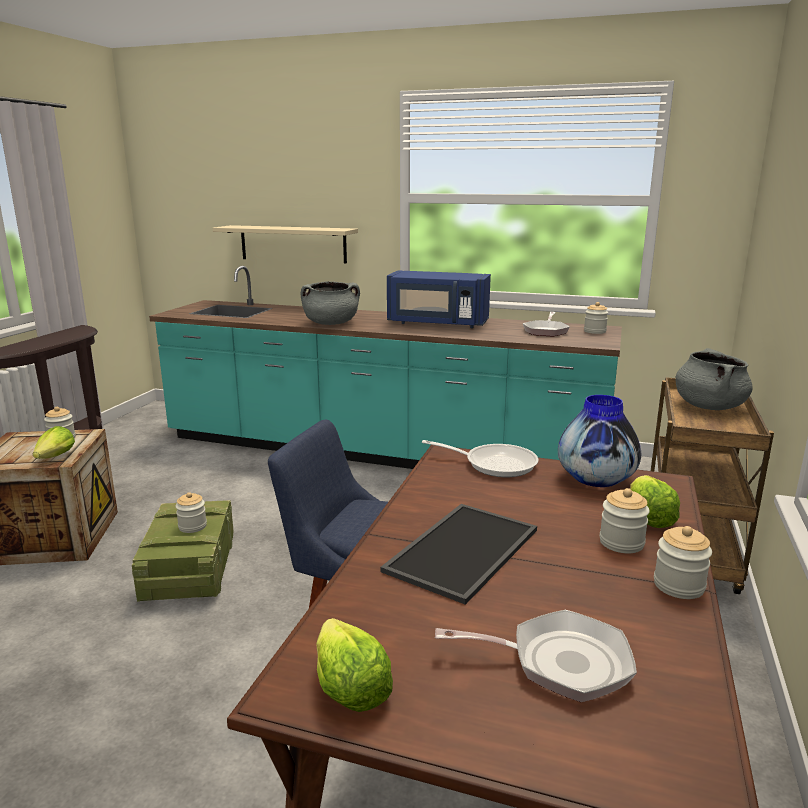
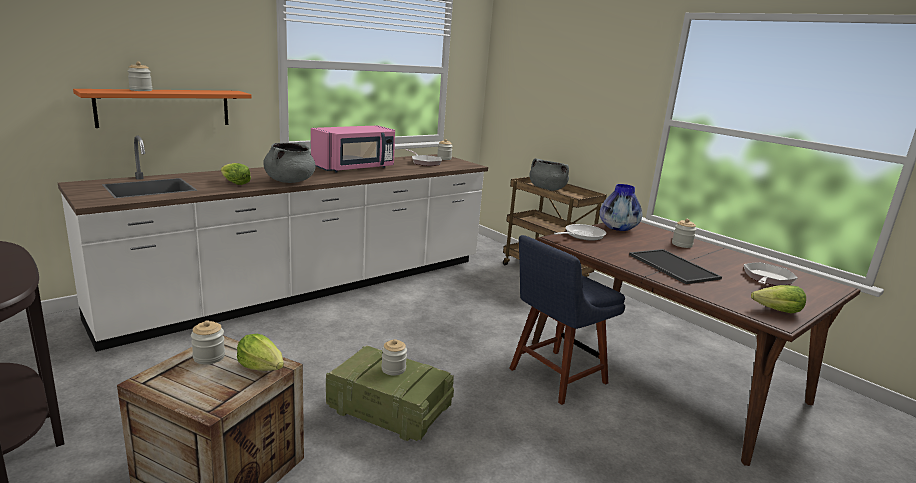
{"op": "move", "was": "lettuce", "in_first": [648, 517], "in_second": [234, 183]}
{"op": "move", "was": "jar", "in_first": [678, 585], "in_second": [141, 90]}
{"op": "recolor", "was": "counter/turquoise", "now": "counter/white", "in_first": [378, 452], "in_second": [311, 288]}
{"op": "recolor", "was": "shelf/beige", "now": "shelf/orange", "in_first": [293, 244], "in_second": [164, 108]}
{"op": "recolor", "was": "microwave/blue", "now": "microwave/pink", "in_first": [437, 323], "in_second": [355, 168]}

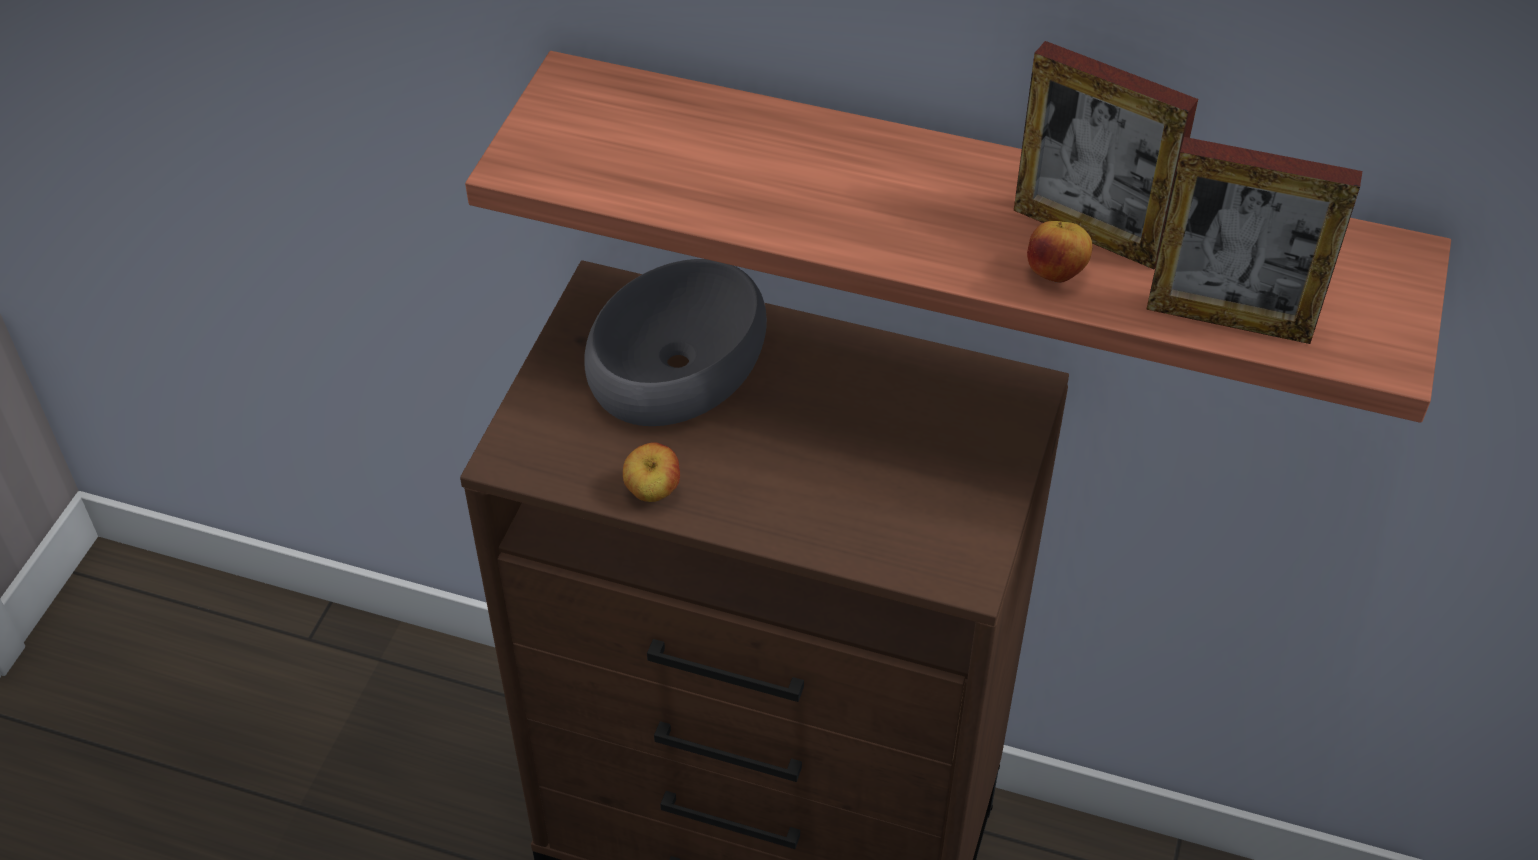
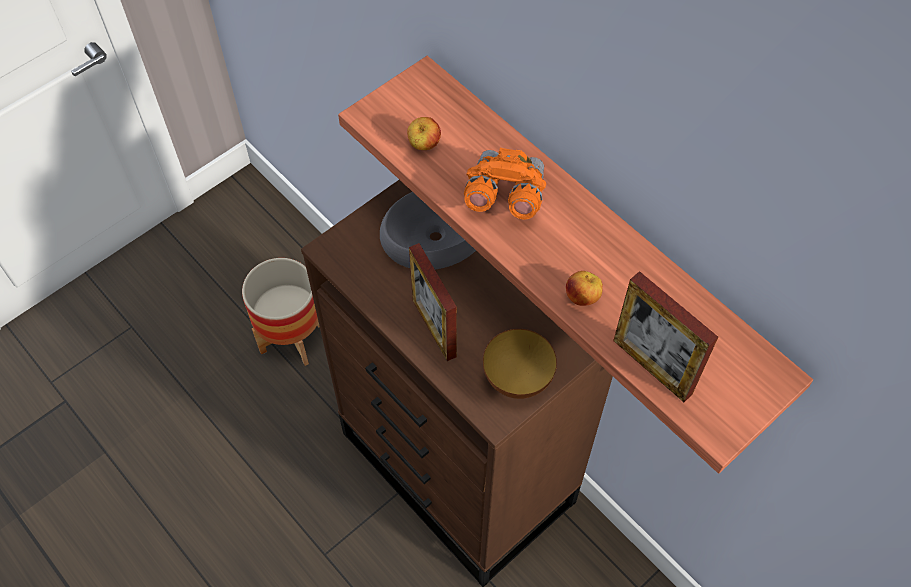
{"op": "insert", "now": "planter", "in_second": [291, 337]}
{"op": "insert", "now": "binoculars/orange", "in_second": [504, 196]}
{"op": "insert", "now": "bowl", "in_second": [517, 379]}
{"op": "move", "was": "apple", "in_first": [652, 492], "in_second": [424, 145]}
{"op": "move", "was": "picture frame", "in_first": [1087, 233], "in_second": [434, 328]}

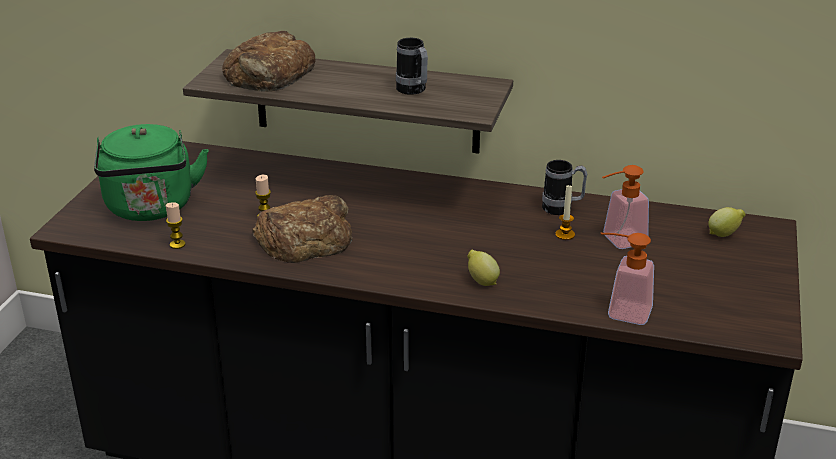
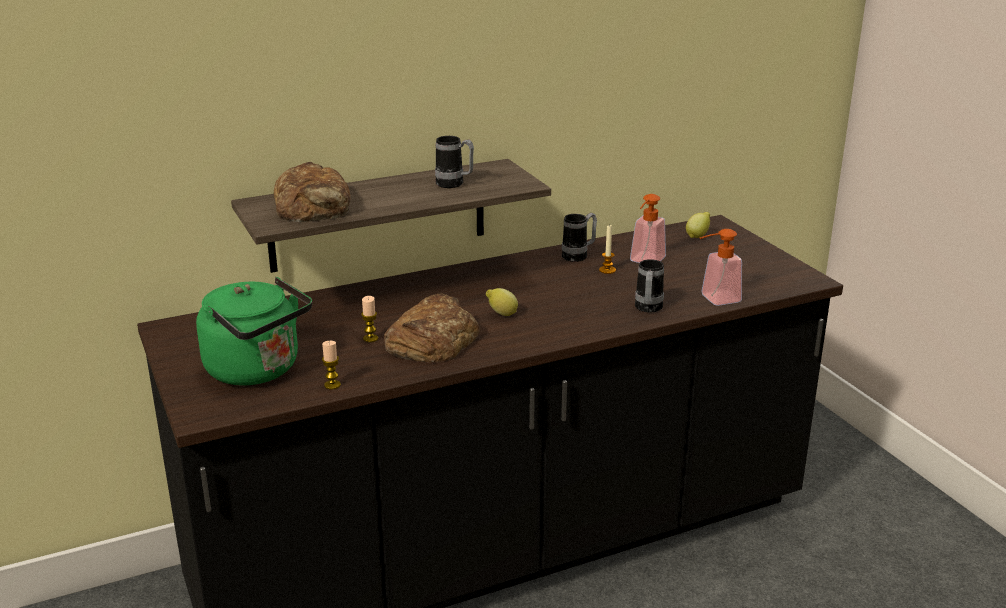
{"op": "insert", "now": "mug", "in_second": [647, 309]}
{"op": "move", "was": "lemon", "in_first": [481, 281], "in_second": [501, 314]}

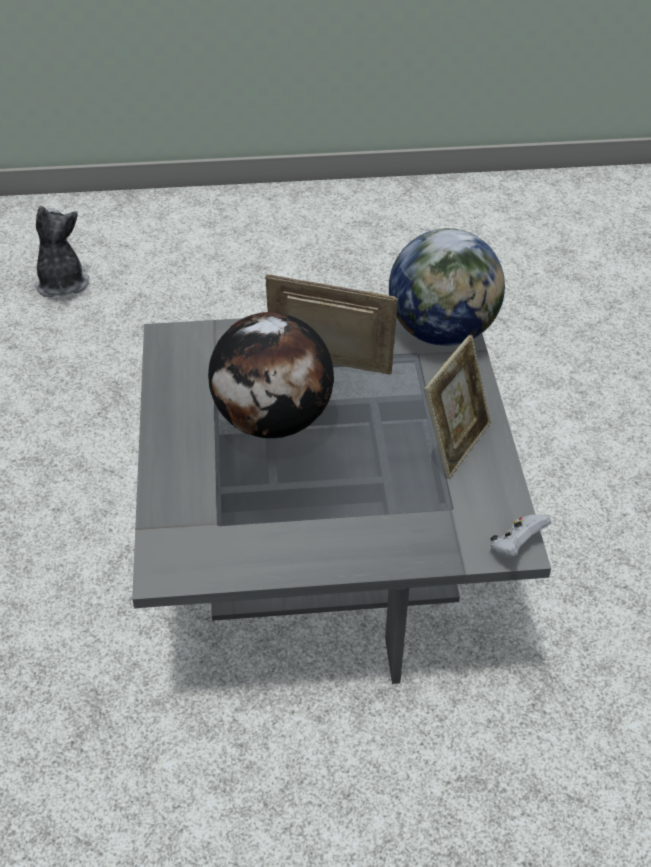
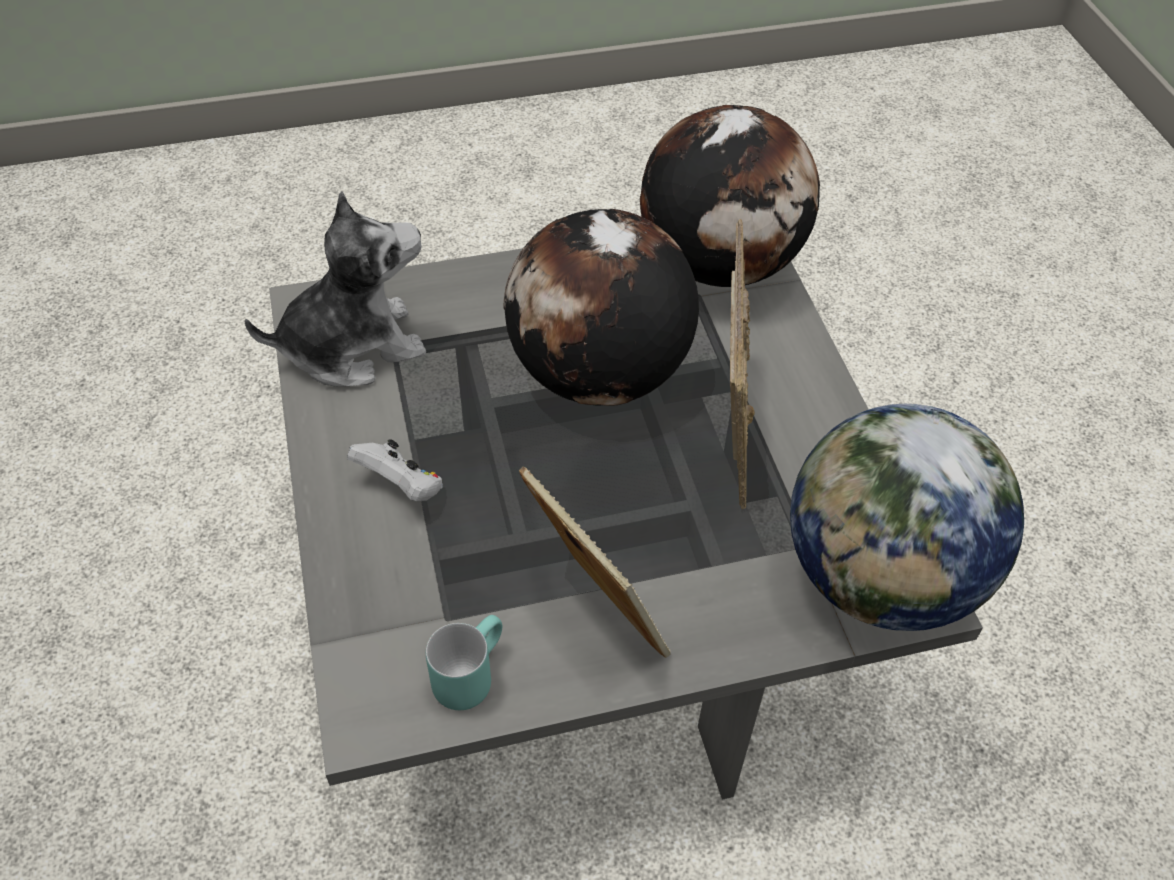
{"op": "insert", "now": "mug/turquoise", "in_second": [467, 673]}
{"op": "insert", "now": "globe", "in_second": [721, 264]}
{"op": "move", "was": "plush toy", "in_first": [62, 282], "in_second": [353, 346]}
{"op": "move", "was": "game controller/white", "in_first": [515, 547], "in_second": [401, 487]}
{"op": "rotate", "was": "picture frame", "in_first": [454, 443], "in_second": [595, 614], "clockwise": -150}

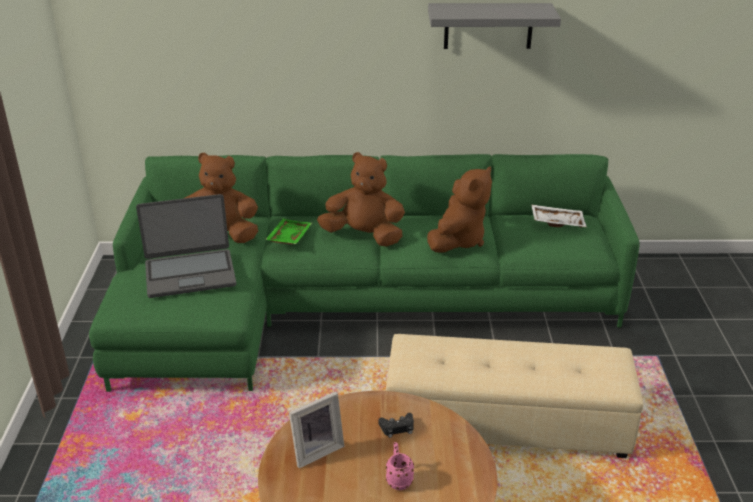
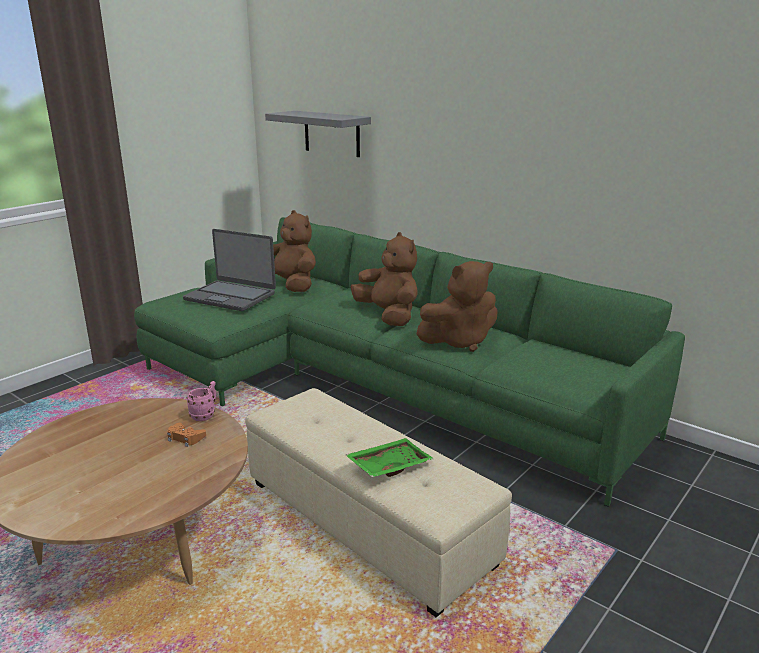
{"op": "delete", "was": "picture frame", "in_first": [316, 450]}
{"op": "delete", "was": "tray/white", "in_first": [557, 222]}
{"op": "move", "was": "tray/green", "in_first": [288, 238], "in_second": [388, 466]}
{"op": "move", "was": "mug/pink", "in_first": [398, 479], "in_second": [205, 415]}
{"op": "move", "was": "shelf/grey", "in_first": [488, 26], "in_second": [331, 133]}
{"op": "recolor", "was": "game controller/black", "now": "game controller/orange", "in_first": [397, 428], "in_second": [185, 438]}

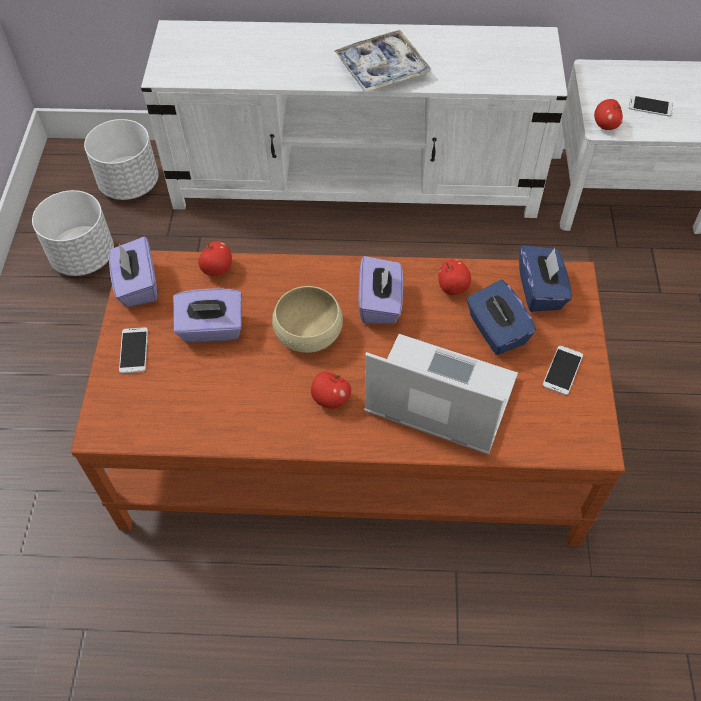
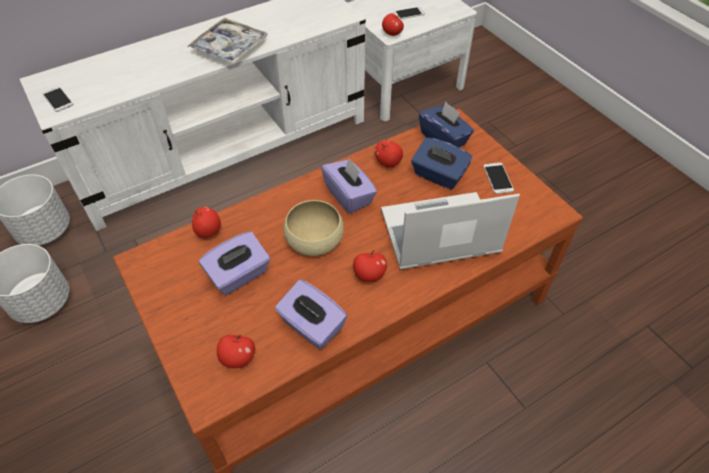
{"op": "insert", "now": "apple", "in_second": [238, 358]}
{"op": "move", "was": "tissue box/purple", "in_first": [137, 285], "in_second": [311, 326]}
{"op": "move", "was": "phone", "in_first": [134, 350], "in_second": [58, 99]}

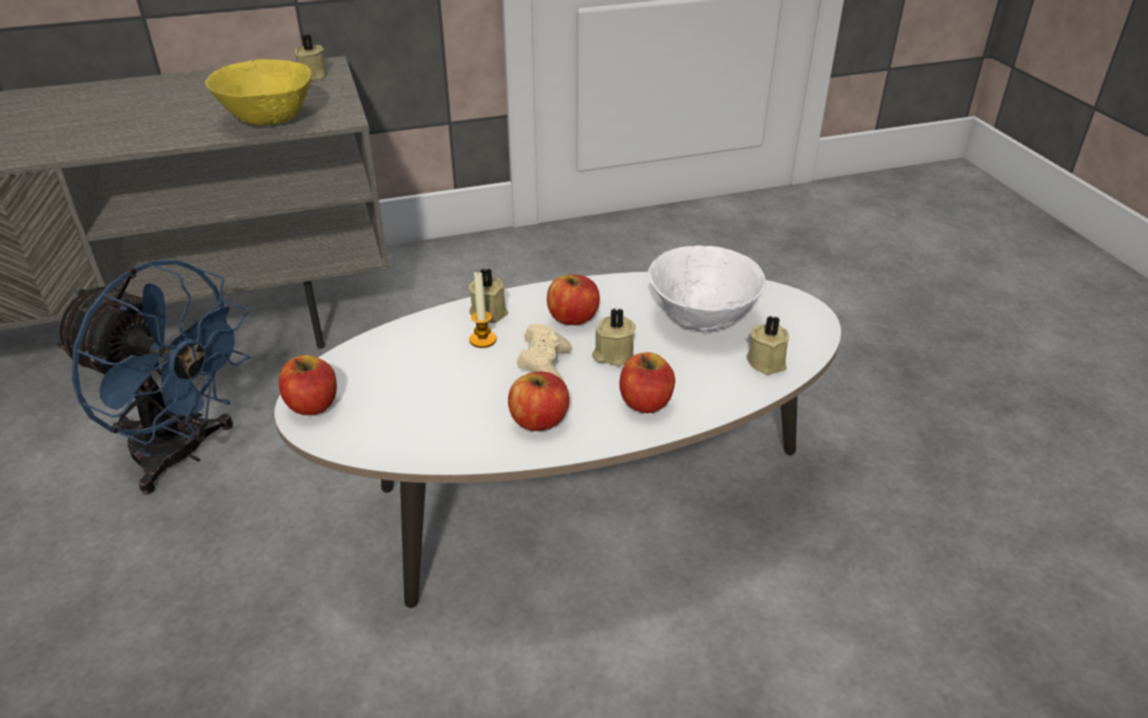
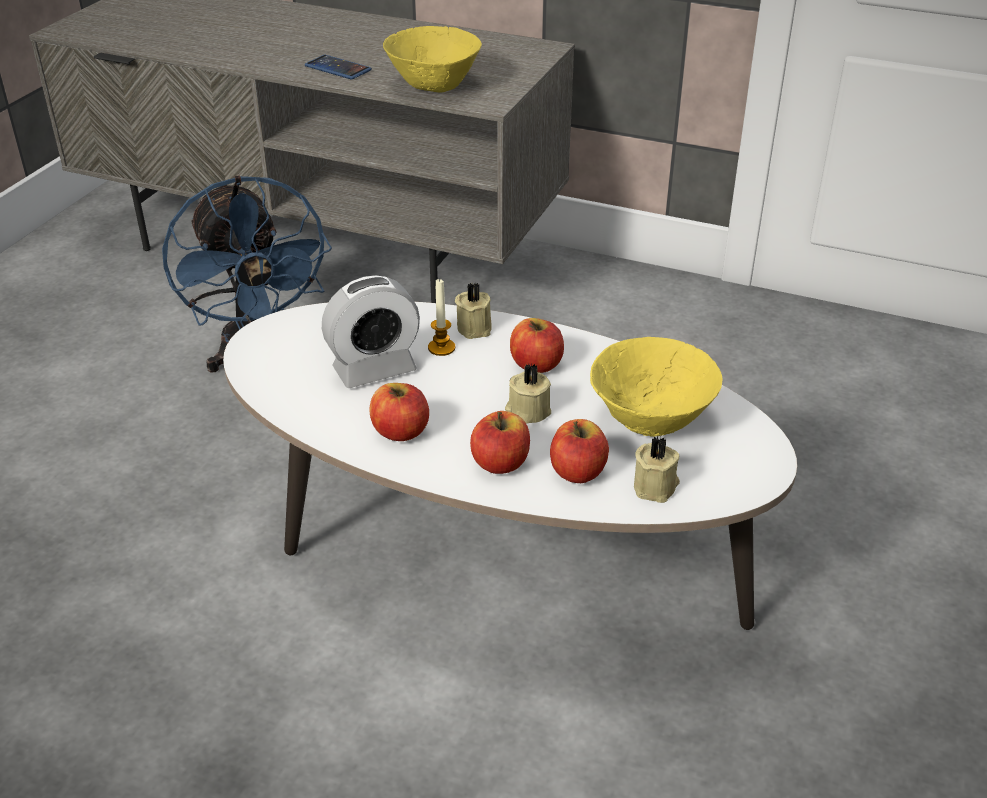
{"op": "delete", "was": "candle/beige", "in_first": [311, 76]}
{"op": "delete", "was": "game controller/beige", "in_first": [545, 368]}
{"op": "insert", "now": "phone", "in_second": [338, 68]}
{"op": "insert", "now": "alarm clock", "in_second": [374, 369]}
{"op": "move", "was": "apple", "in_first": [313, 405], "in_second": [578, 472]}
{"op": "recolor", "was": "bowl/white", "now": "bowl/yellow", "in_first": [701, 318], "in_second": [650, 420]}

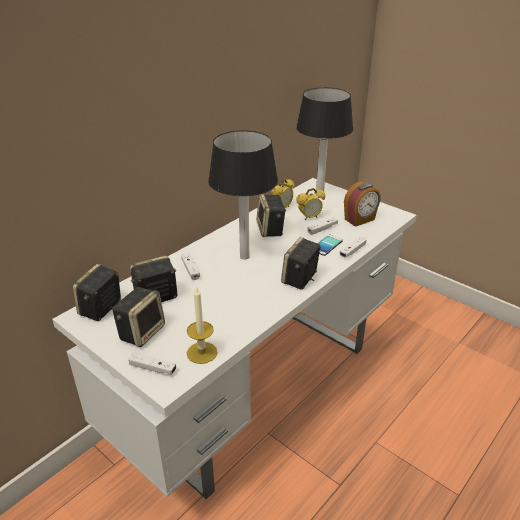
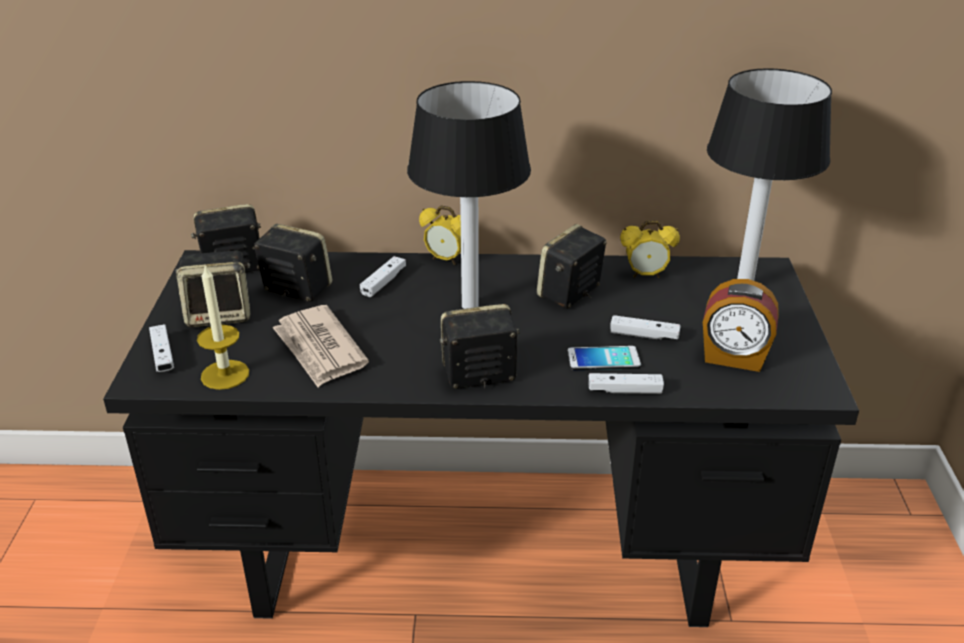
{"op": "insert", "now": "newspaper", "in_second": [319, 349]}
{"op": "move", "was": "alarm clock", "in_first": [309, 218], "in_second": [446, 260]}
{"op": "recolor", "was": "desk/white", "now": "desk/black", "in_first": [259, 389], "in_second": [483, 555]}

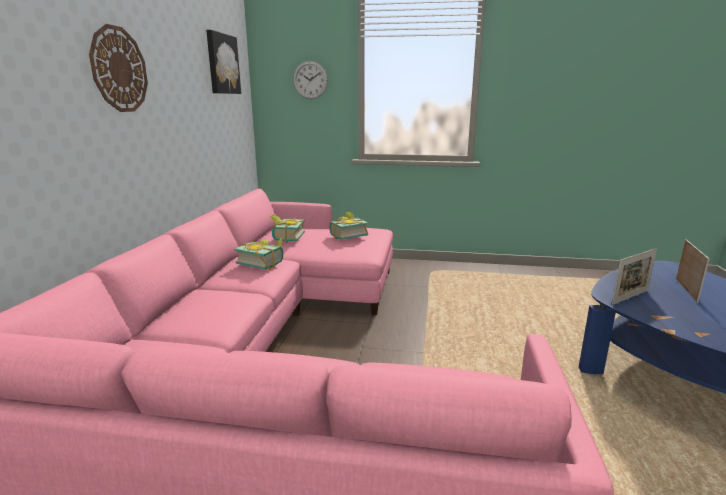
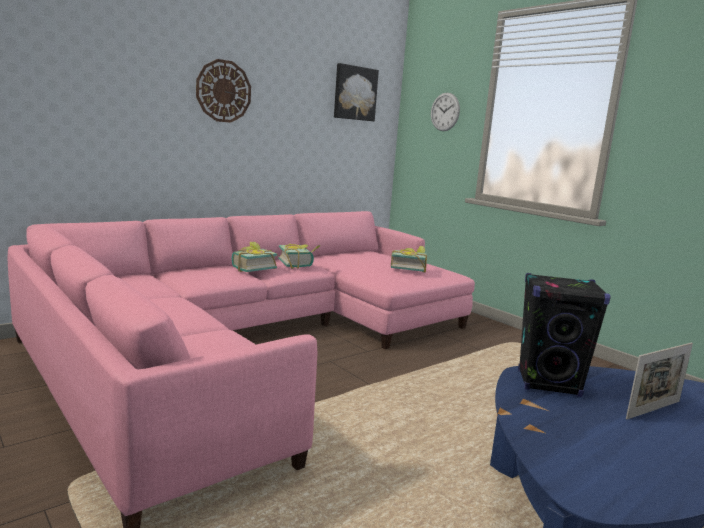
{"op": "move", "was": "book", "in_first": [285, 238], "in_second": [251, 268]}
{"op": "replace", "was": "picture frame", "now": "speaker/black", "in_first": [630, 297], "in_second": [548, 384]}

